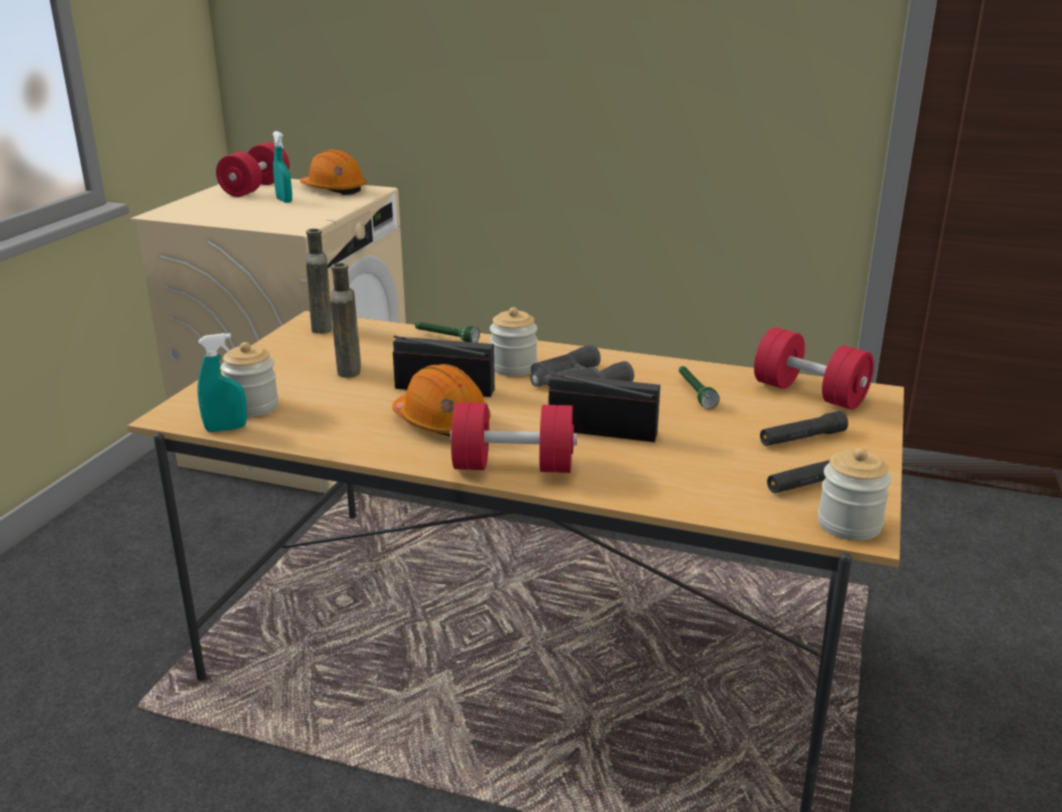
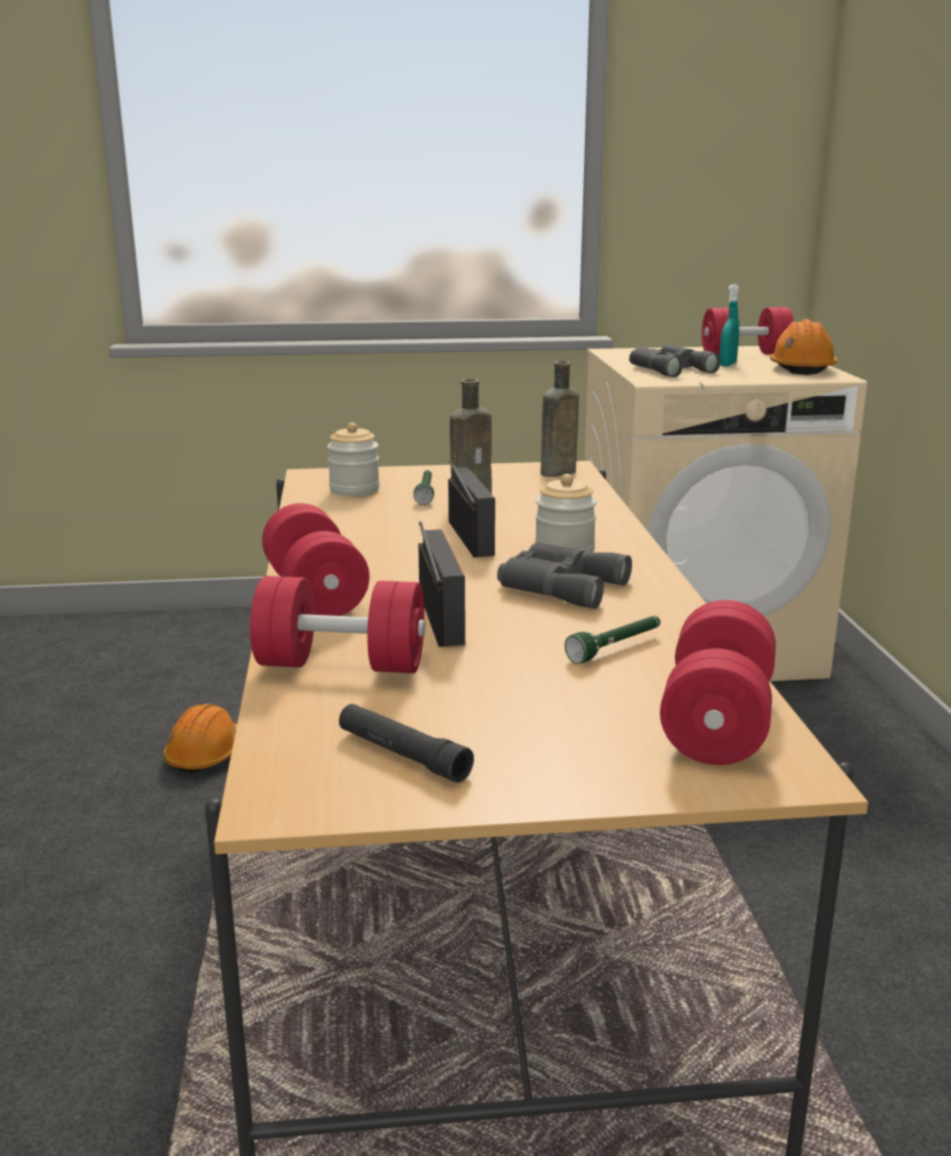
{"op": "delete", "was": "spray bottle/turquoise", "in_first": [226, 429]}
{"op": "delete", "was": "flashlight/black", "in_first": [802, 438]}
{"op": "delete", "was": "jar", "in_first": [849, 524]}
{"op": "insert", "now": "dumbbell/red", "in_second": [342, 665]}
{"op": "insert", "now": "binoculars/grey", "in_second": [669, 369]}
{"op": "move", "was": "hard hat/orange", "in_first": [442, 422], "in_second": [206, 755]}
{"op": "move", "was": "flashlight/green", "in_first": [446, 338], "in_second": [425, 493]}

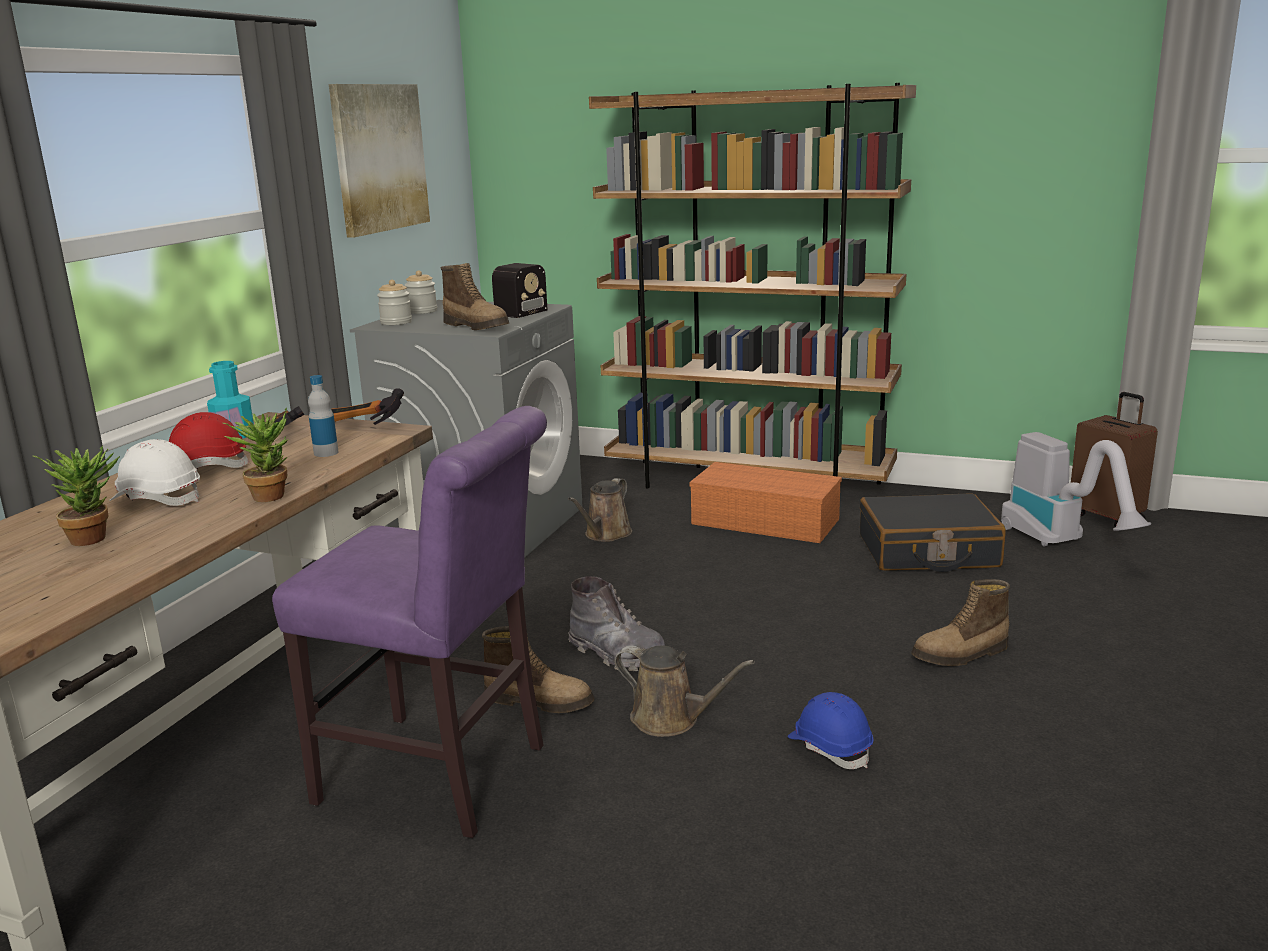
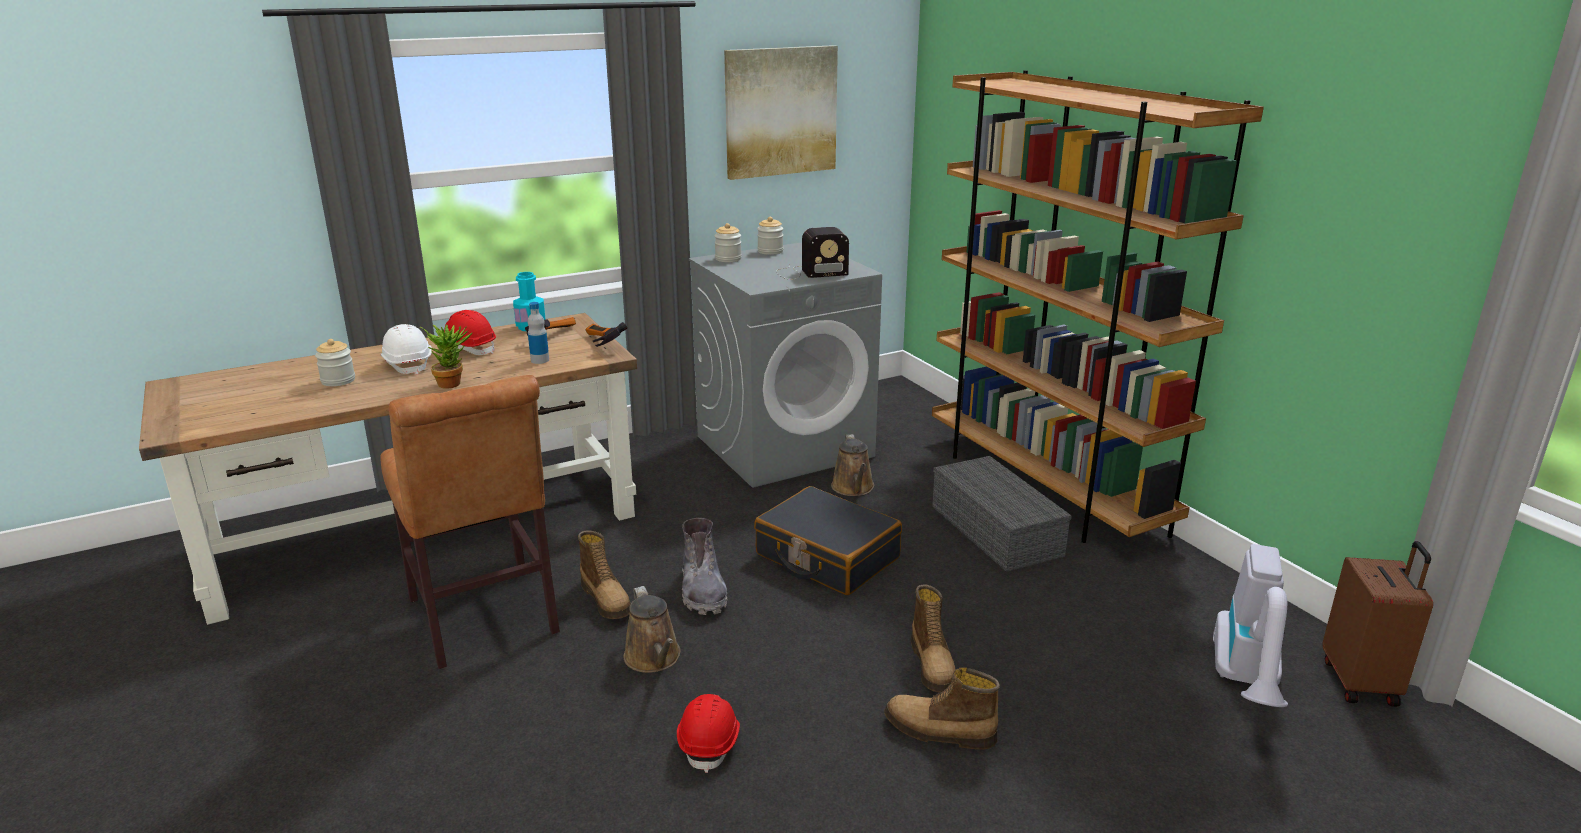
{"op": "move", "was": "boot", "in_first": [477, 327], "in_second": [933, 665]}
{"op": "move", "was": "suitcase/black", "in_first": [928, 552], "in_second": [826, 557]}
{"op": "replace", "was": "potted plant", "now": "jar", "in_first": [94, 537], "in_second": [338, 380]}
{"op": "recolor", "was": "chair/purple", "now": "chair/brown", "in_first": [442, 777], "in_second": [485, 621]}
{"op": "recolor", "was": "storage box/orange", "now": "storage box/grey", "in_first": [767, 521], "in_second": [998, 531]}
{"op": "recolor", "was": "hard hat/blue", "now": "hard hat/red", "in_first": [830, 748], "in_second": [710, 742]}
{"op": "rotate", "was": "watering can/brown", "in_first": [605, 535], "in_second": [853, 488], "clockwise": -75}

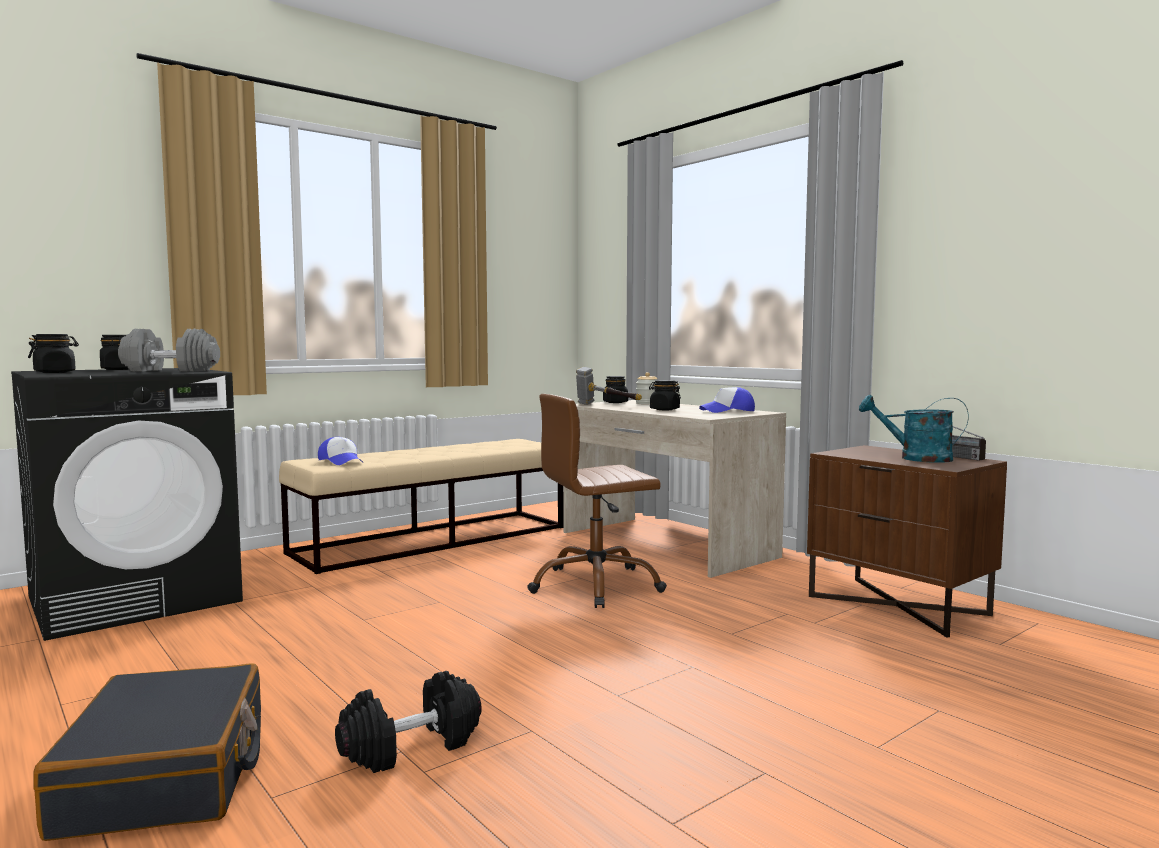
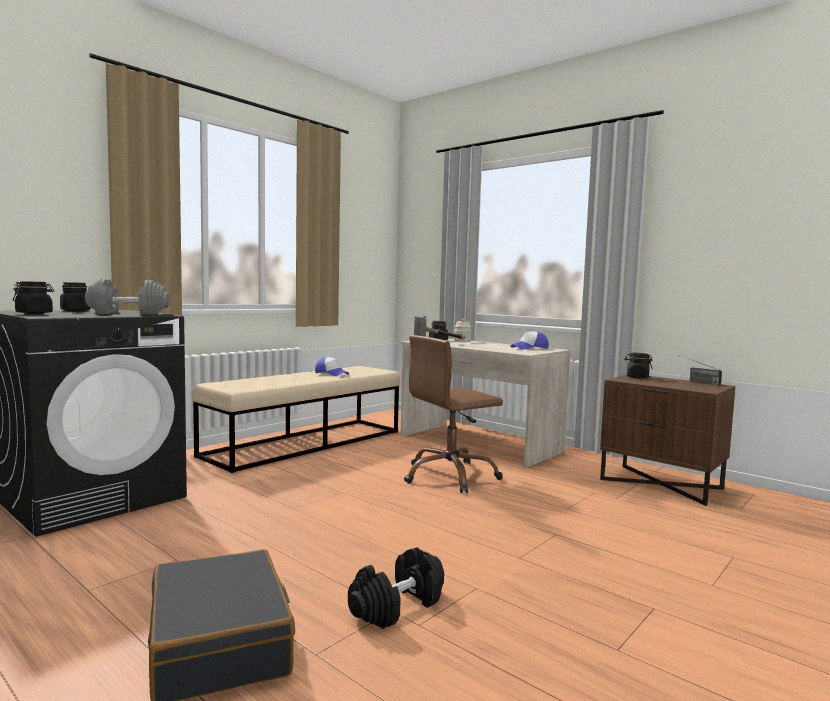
{"op": "delete", "was": "watering can/turquoise", "in_first": [916, 458]}
{"op": "move", "was": "cap", "in_first": [341, 461], "in_second": [331, 374]}
{"op": "move", "was": "jar/black", "in_first": [664, 409], "in_second": [637, 377]}

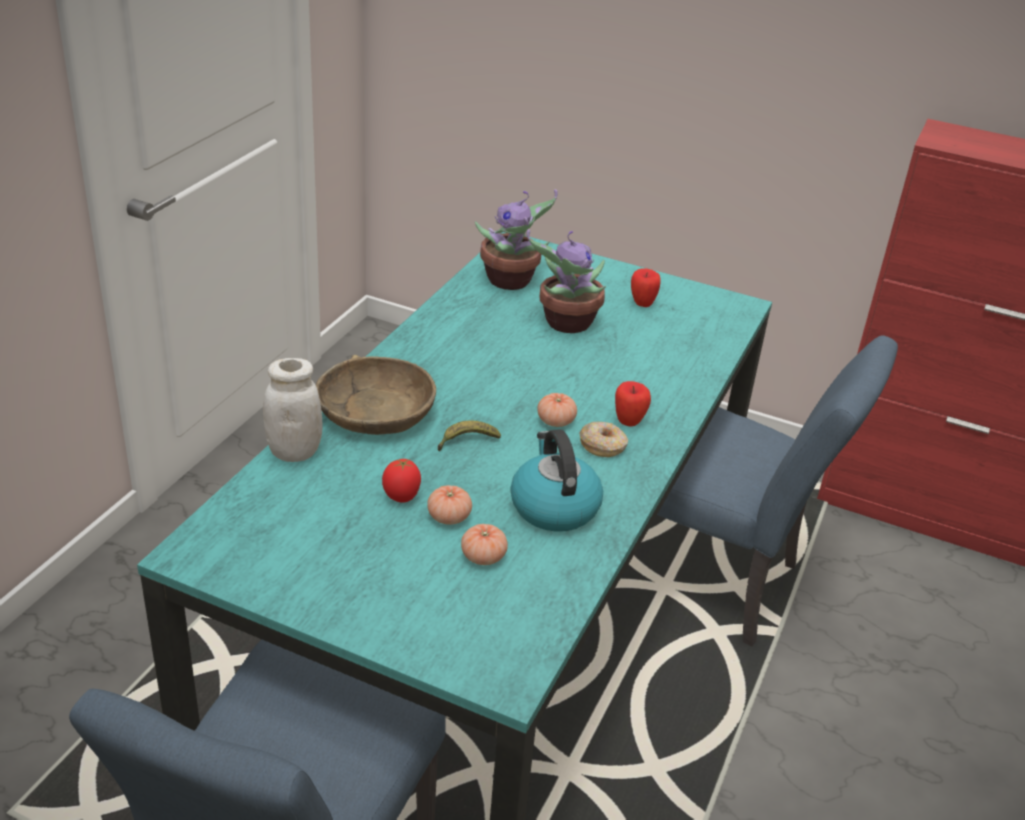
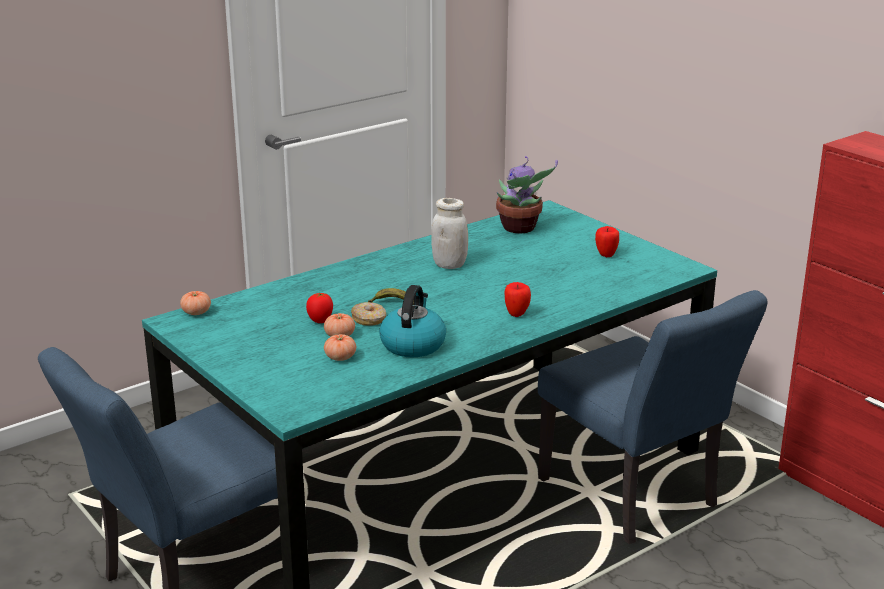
{"op": "delete", "was": "bowl/brown", "in_first": [375, 412]}
{"op": "delete", "was": "potted plant", "in_first": [566, 323]}
{"op": "move", "was": "jar/white", "in_first": [294, 452], "in_second": [449, 265]}
{"op": "move", "was": "tomato", "in_first": [556, 421], "in_second": [196, 312]}
{"op": "move", "was": "donut", "in_first": [603, 446], "in_second": [369, 319]}

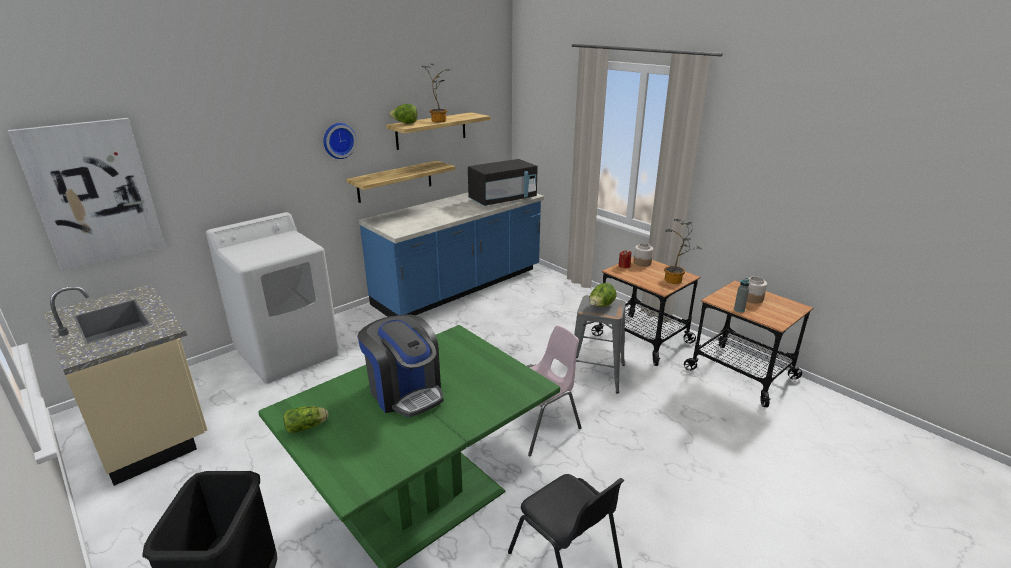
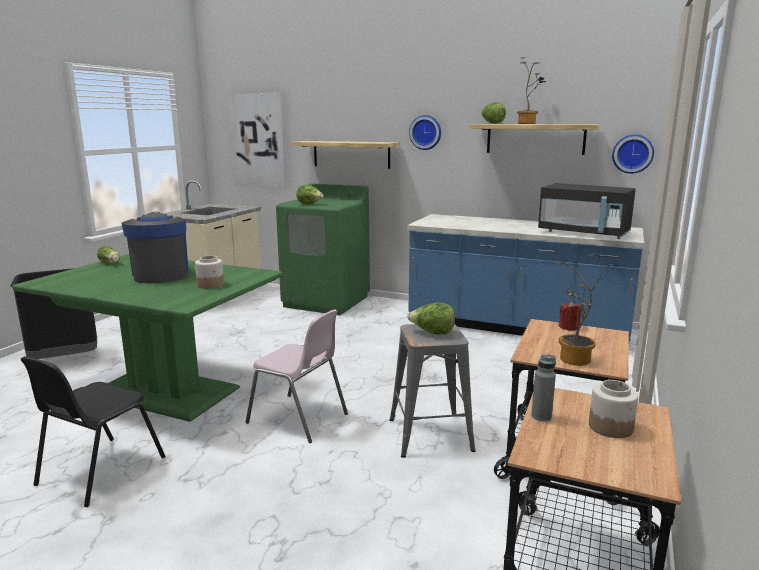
{"op": "insert", "now": "lettuce", "in_second": [309, 204]}
{"op": "insert", "now": "wall clock", "in_second": [632, 153]}
{"op": "move", "was": "shelf", "in_first": [395, 181], "in_second": [351, 154]}
{"op": "move", "was": "jar", "in_first": [642, 263], "in_second": [211, 285]}
{"op": "recolor", "was": "washing machine/white", "now": "washing machine/green", "in_first": [288, 352], "in_second": [326, 301]}
{"op": "rotate", "was": "coffee machine", "in_first": [405, 391], "in_second": [160, 274], "clockwise": 135}

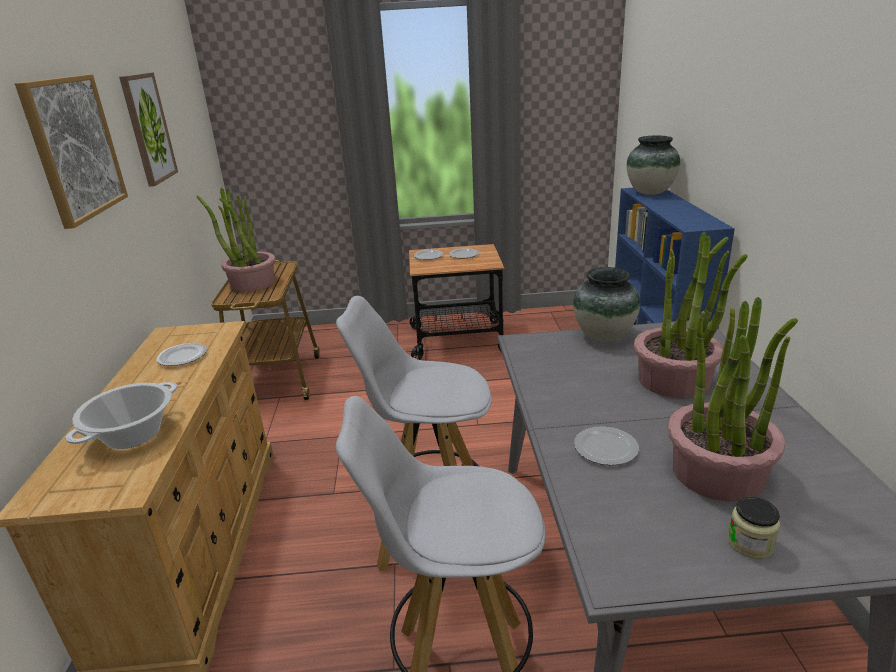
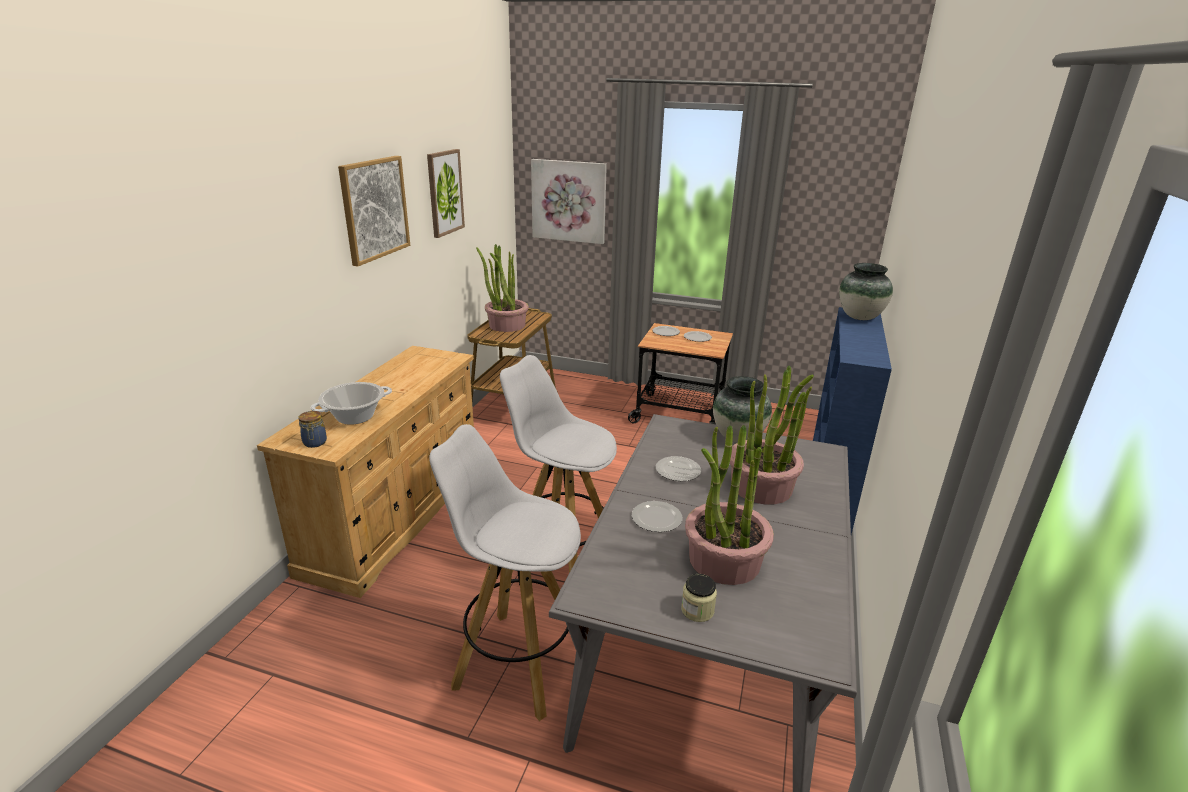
{"op": "insert", "now": "jar", "in_second": [315, 443]}
{"op": "insert", "now": "picture", "in_second": [569, 201]}
{"op": "move", "was": "plate", "in_first": [183, 357], "in_second": [678, 471]}

